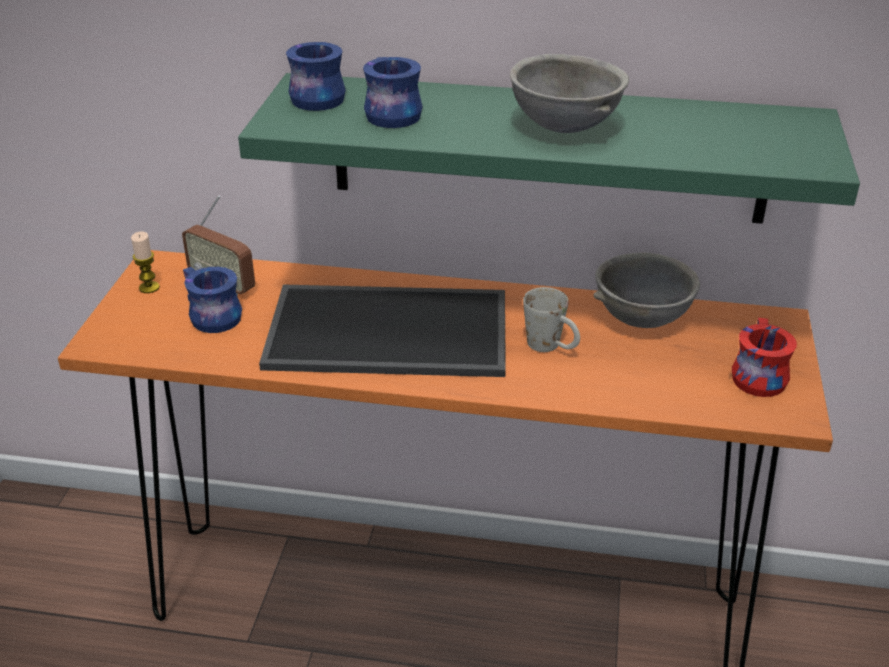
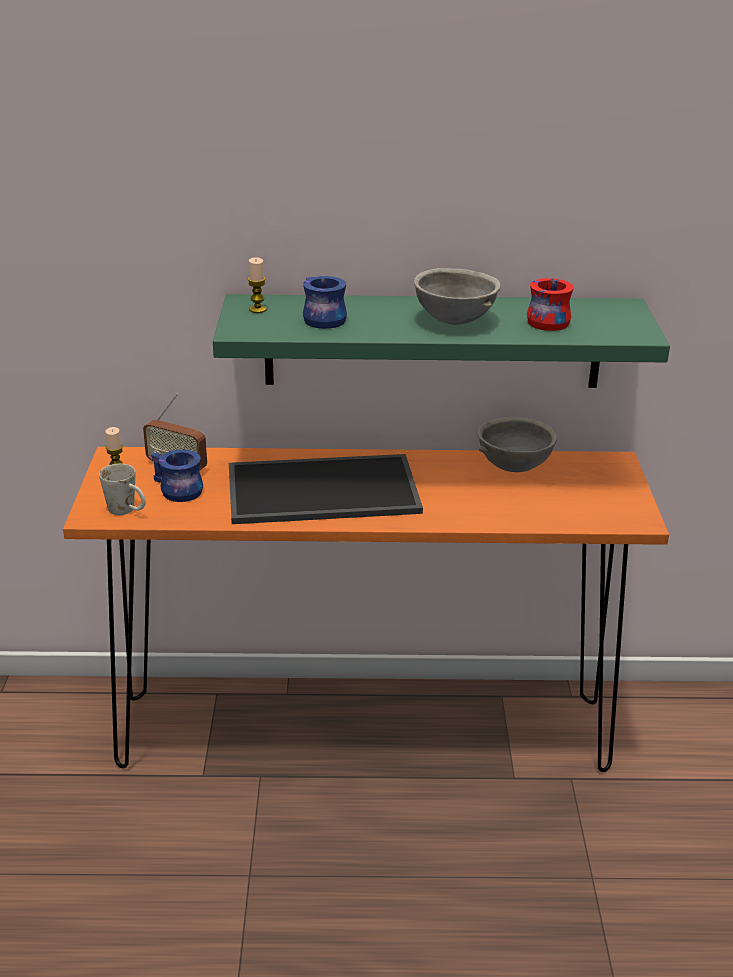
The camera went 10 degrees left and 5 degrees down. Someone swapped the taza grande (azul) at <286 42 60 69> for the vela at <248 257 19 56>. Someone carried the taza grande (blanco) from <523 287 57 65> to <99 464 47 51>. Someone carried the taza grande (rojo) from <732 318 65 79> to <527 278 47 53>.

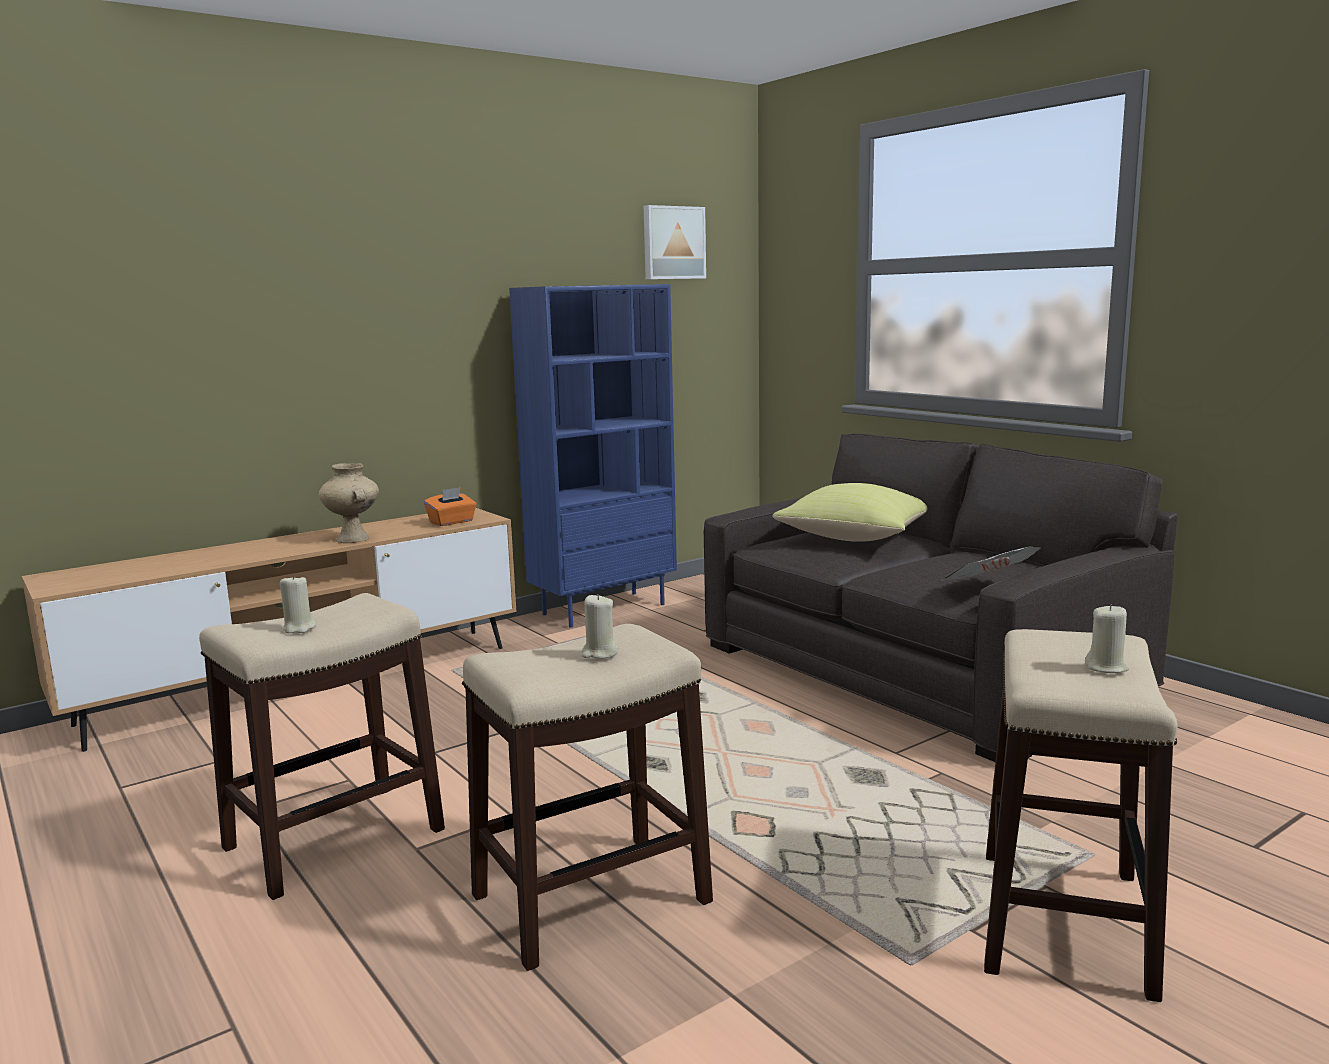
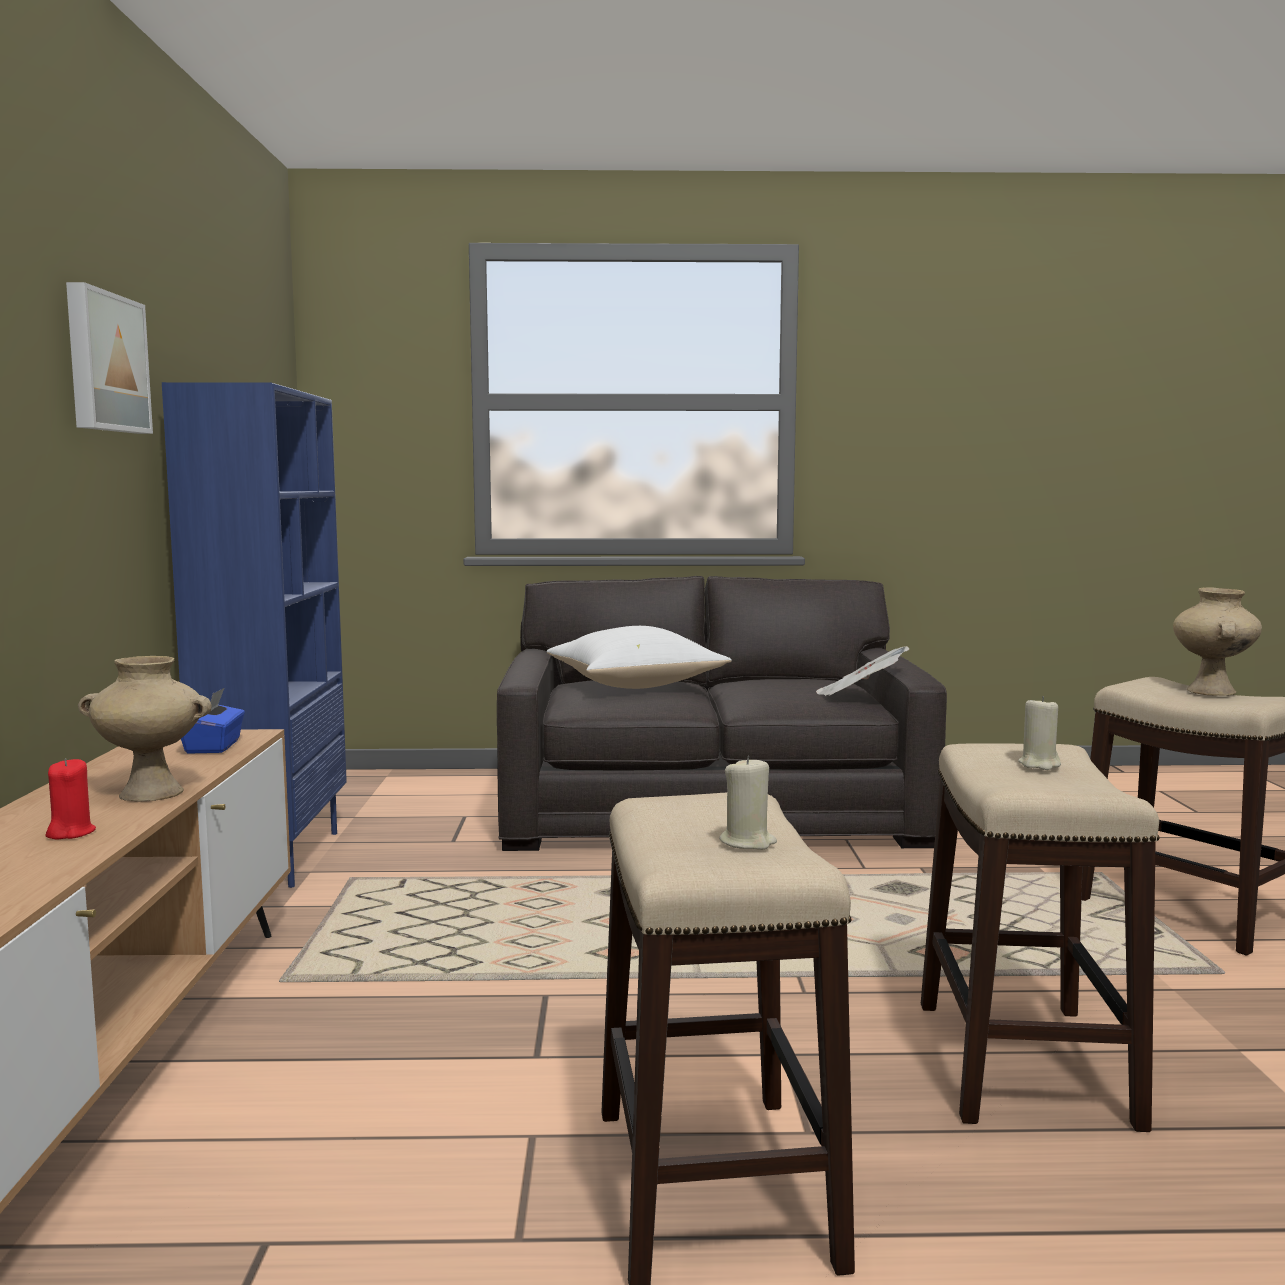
The camera went 55 degrees left and 5 degrees down. Someone carried the cuadro from <644 205 62 74> to <66 282 87 152>. Someone repainted the cojín (amarillo) at <772 483 156 59>, which became the cojín (blanco) at <547 626 184 63>. Someone repainted the caja de pañuelos (naranja) at <424 487 53 39>, which became the caja de pañuelos (azul) at <181 688 64 66>. Someone swapped the vela (beis) at <1085 604 44 69> for the florero (beis) at <1173 588 89 108>. Someone put down the vela (rojo) at <46 758 50 81>.

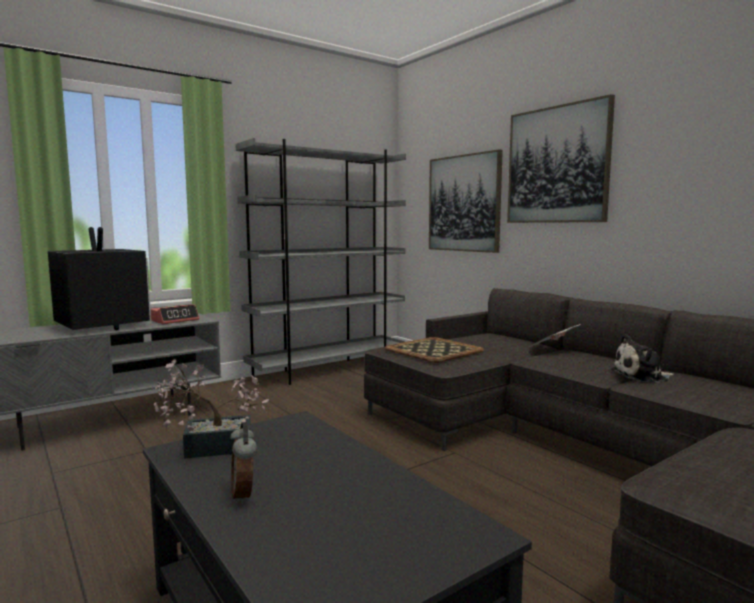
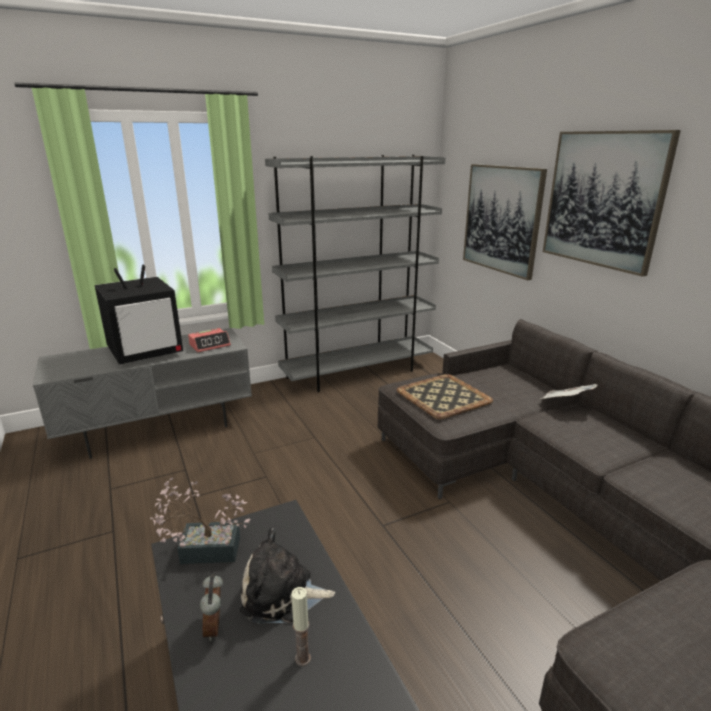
The camera went 10 degrees right and 15 degrees up. Someone rotated the televisor at <48 227 103 103> by 90 degrees clockwise. Someone carried the peluche from <611 334 63 48> to <240 528 95 95>. Someone put down the vela at <291 587 20 79>.

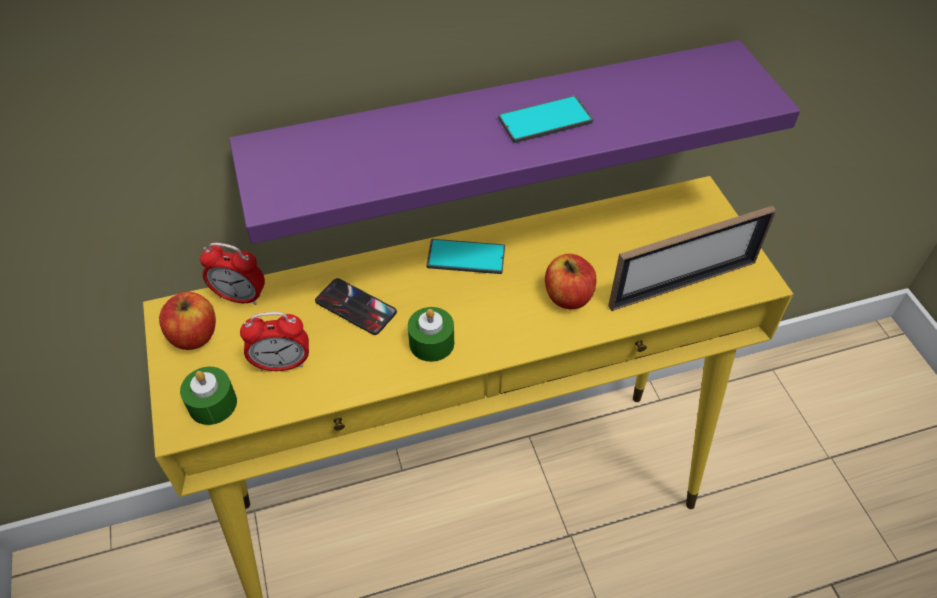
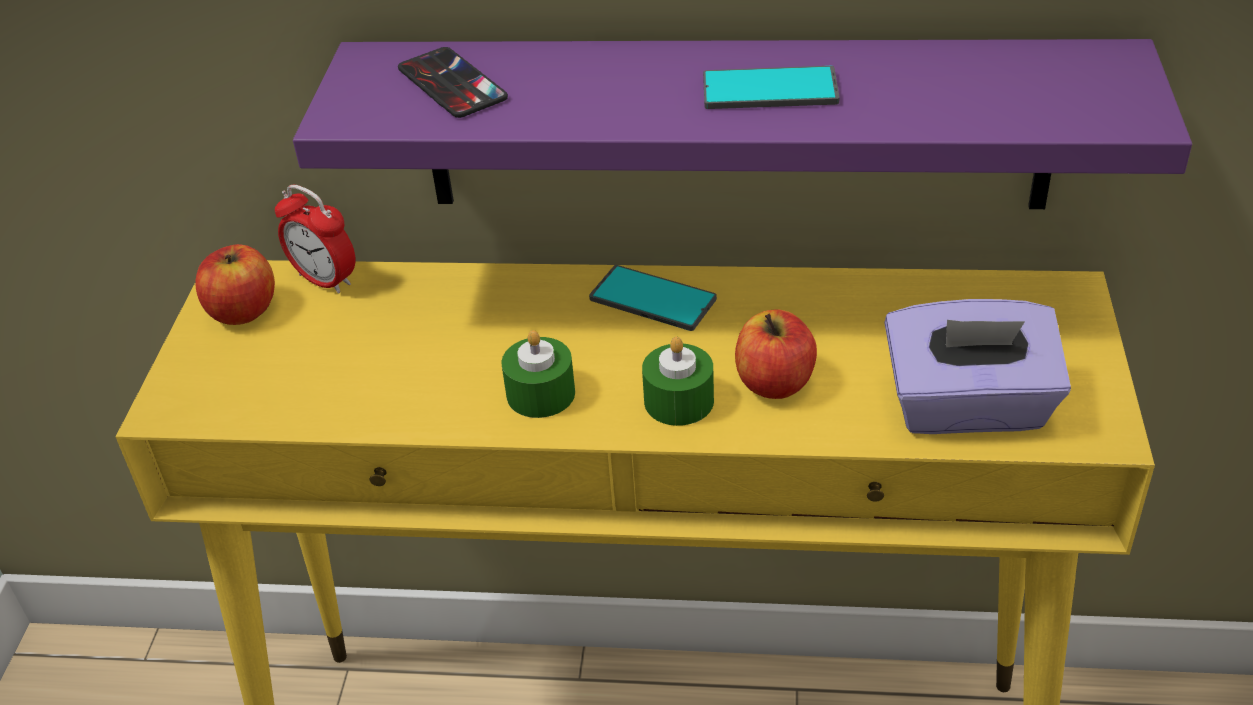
The camera went 25 degrees right and 10 degrees down. Someone swapped the portarretratos at <608 206 168 105> for the caja de pañuelos (morado) at <884 299 187 135>. Someone carried the móvil from <315 278 82 57> to <398 47 110 71>. Someone took away the despertador at <240 312 69 60>. Someone carried the vela (verde) from <180 367 57 58> to <642 337 72 89>.

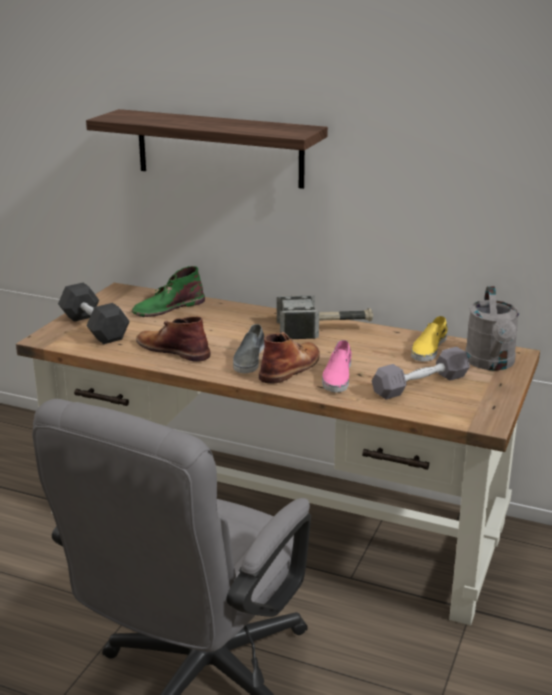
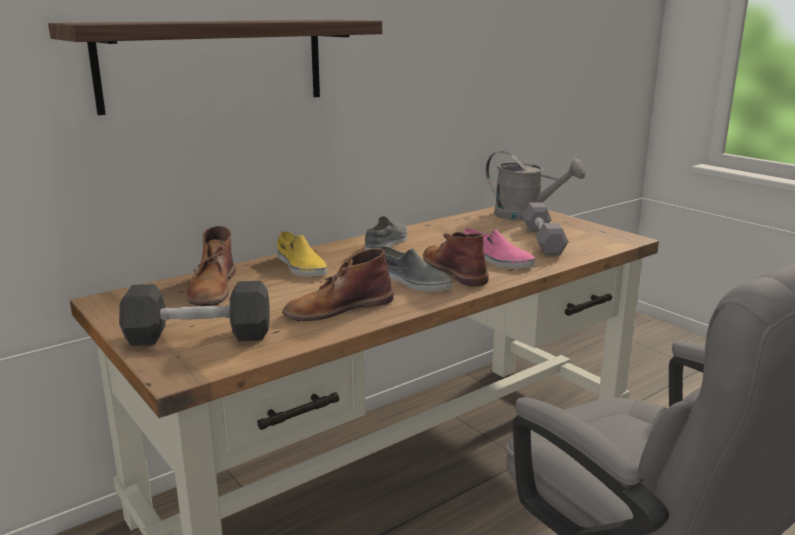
The camera went 60 degrees left and 5 degrees down. Someone repainted the bota (verde) at <132 266 73 51>, which became the bota (marrón) at <187 226 49 80>. Someone swapped the martillo at <277 295 96 44> for the zapato (gris) at <365 216 43 34>. Someone carried the zapato (amarillo) from <411 316 37 45> to <277 231 50 46>.

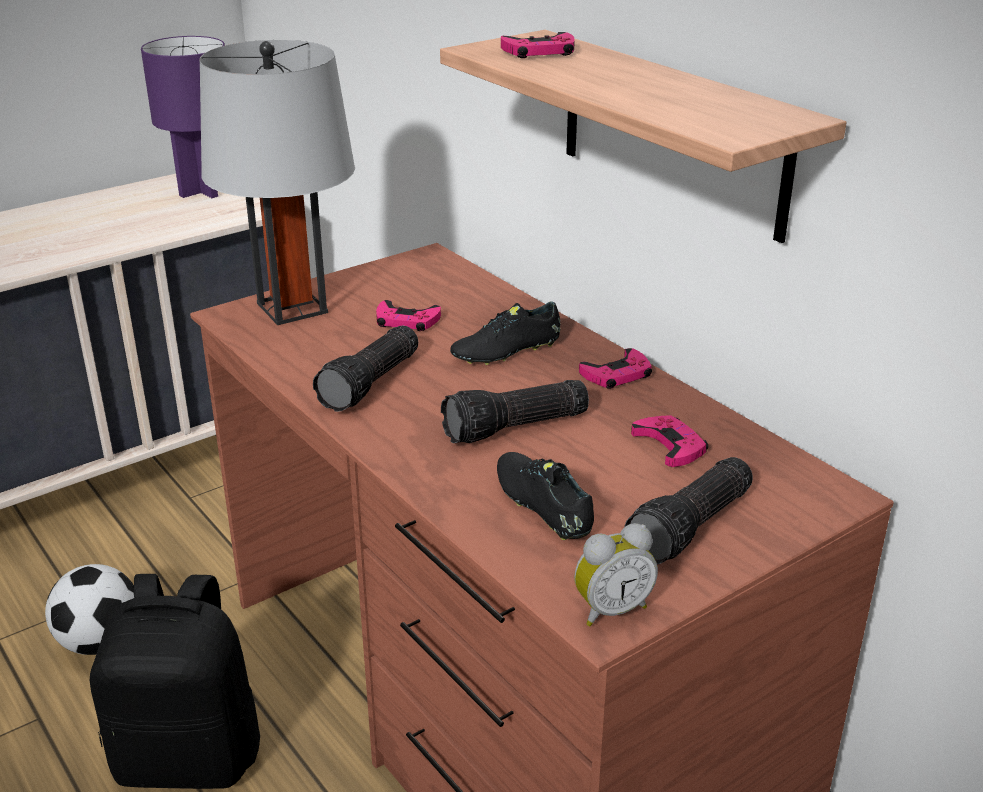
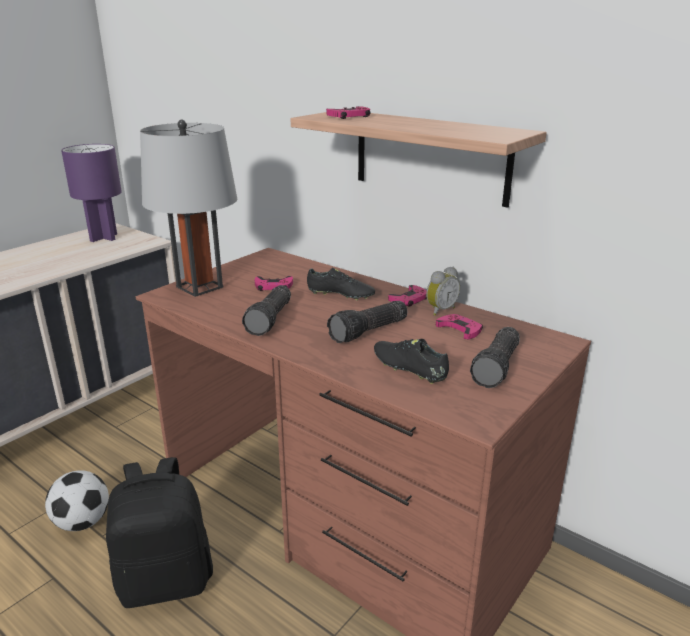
The camera went 15 degrees left and 5 degrees down. Someone rotated the zapato (negro) at <450 301 111 64> by 120 degrees counterclockwise. Someone carried the despertador from <574 523 84 103> to <426 267 34 49>.

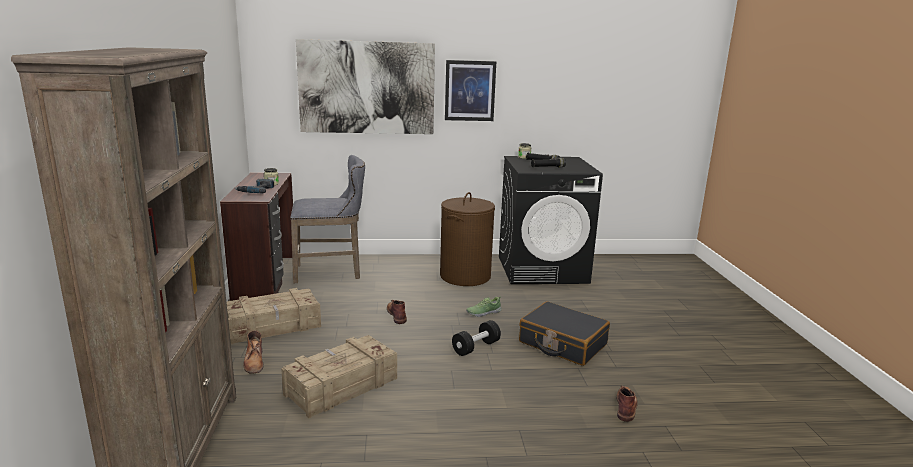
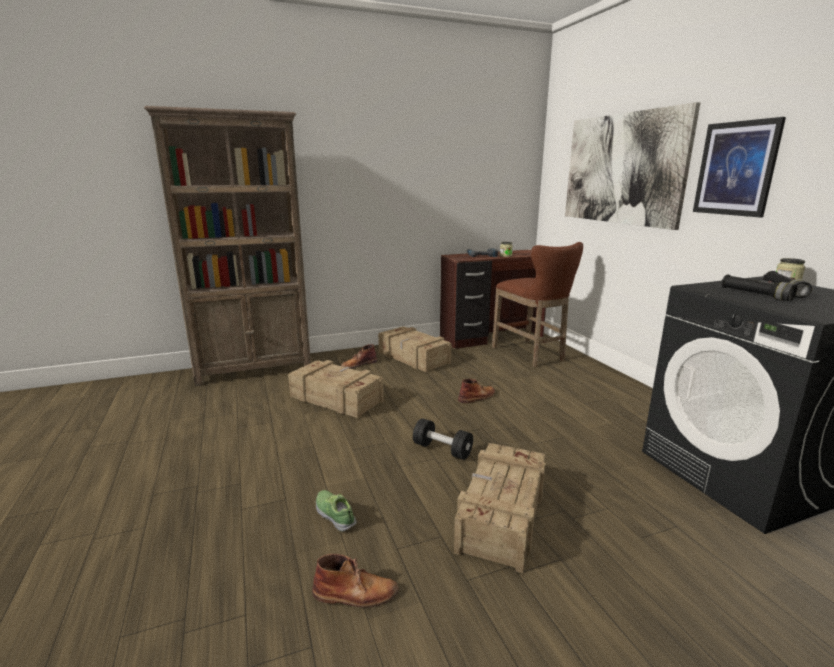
The camera went 75 degrees right and 0 degrees up. Someone repainted the taburete (gris) at <290 155 75 128>, which became the taburete (marrón) at <492 242 91 125>. Someone took away the cesto de la ropa (marrón) at <440 192 55 94>. Someone carried the zapato from <466 297 36 20> to <316 490 41 42>. Someone swapped the maleta (negro) at <519 301 91 65> for the caja de embalaje at <454 443 92 130>.

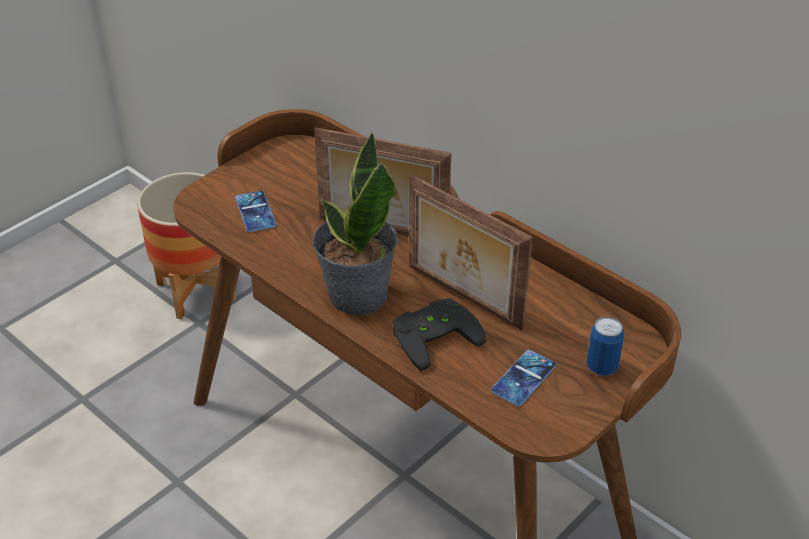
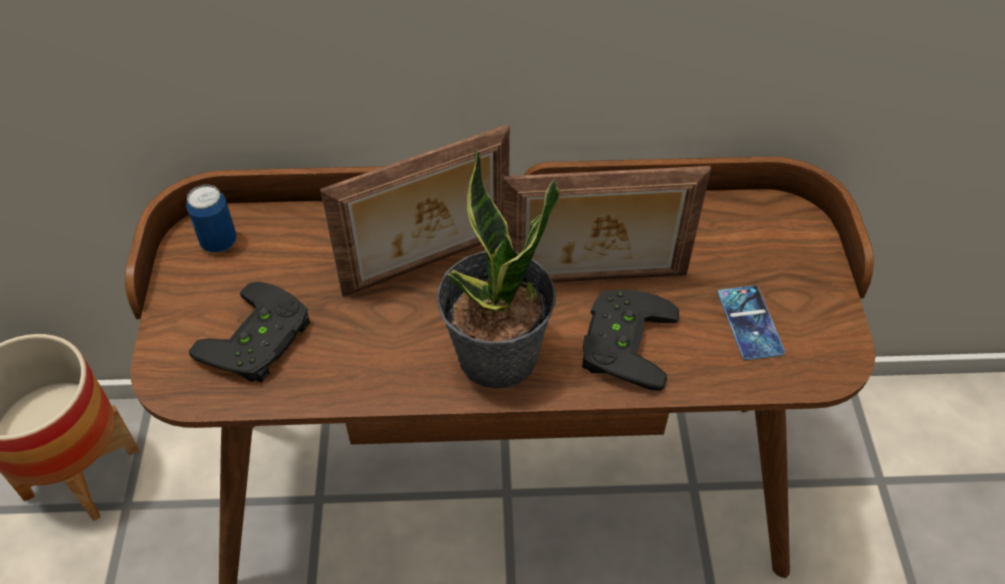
The camera went 45 degrees left and 10 degrees up. Someone swapped the móvil at <235 191 41 41> for the mando de consola (negro) at <189 282 121 101>. Someone carried the lata from <586 317 38 59> to <186 184 51 69>.

